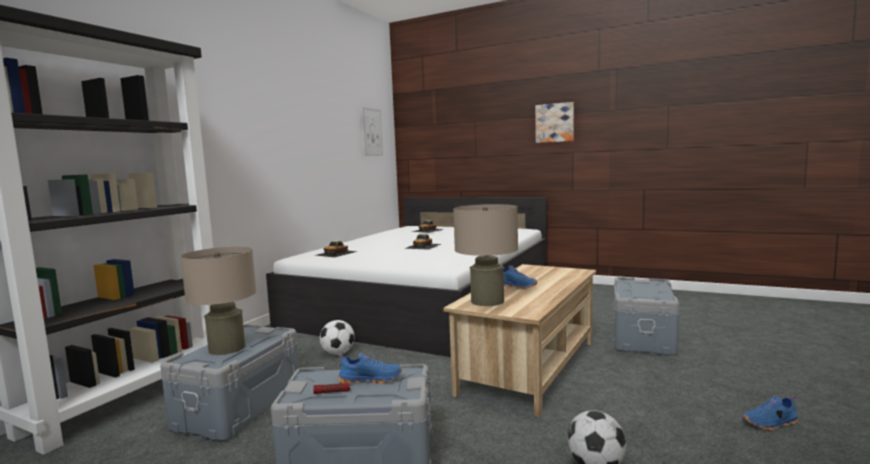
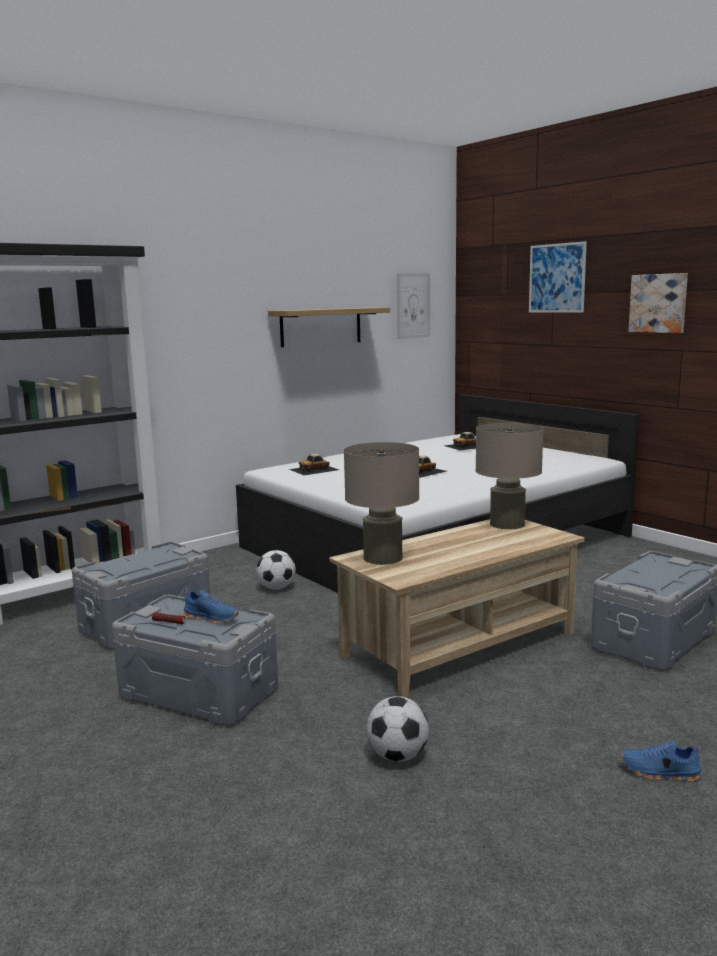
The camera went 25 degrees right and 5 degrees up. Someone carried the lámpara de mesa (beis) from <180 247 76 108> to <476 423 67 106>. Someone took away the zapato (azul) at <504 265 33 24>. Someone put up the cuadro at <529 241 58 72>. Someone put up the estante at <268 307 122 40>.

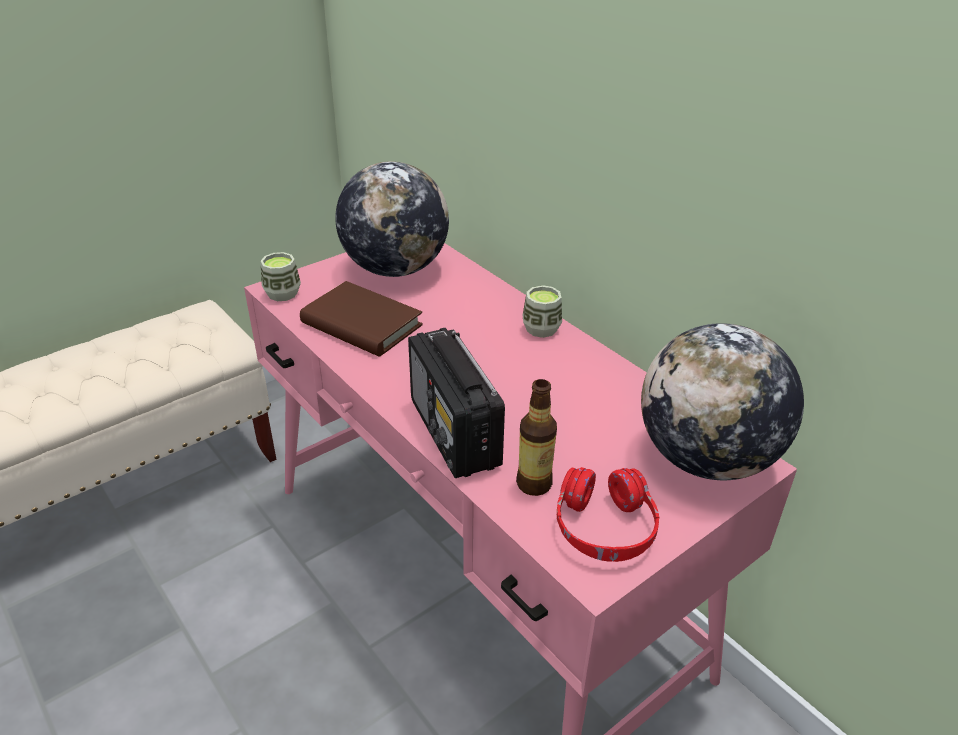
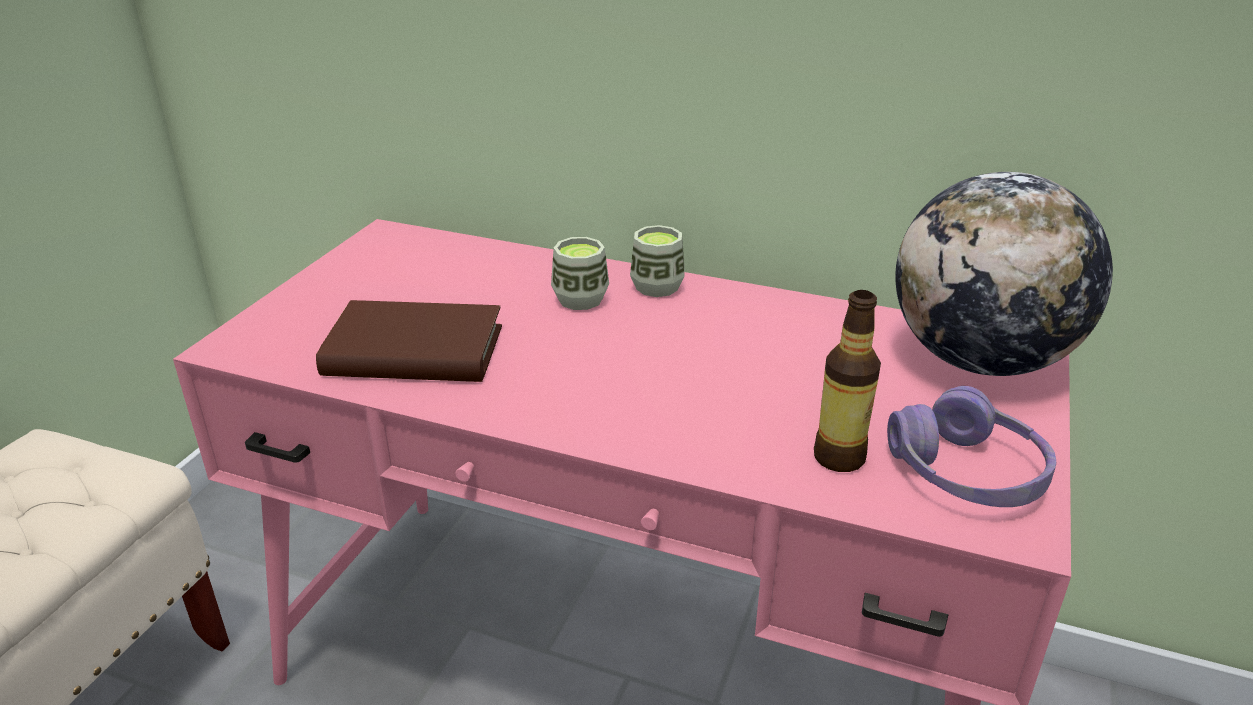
The camera went 30 degrees left and 5 degrees down. Someone took away the globo terráqueo at <335 161 114 116>. Someone carried the taza from <260 252 41 49> to <551 237 58 73>. Someone took away the radio at <408 328 97 150>. Someone repainted the auriculares (rojo) at <557 467 102 95>, which became the auriculares (morado) at <887 386 169 121>.

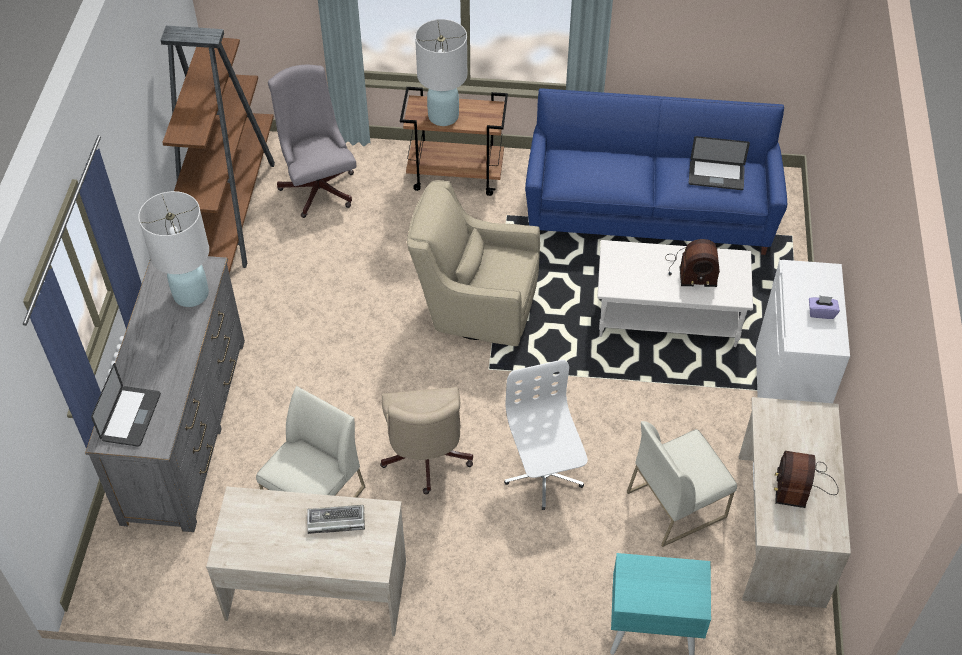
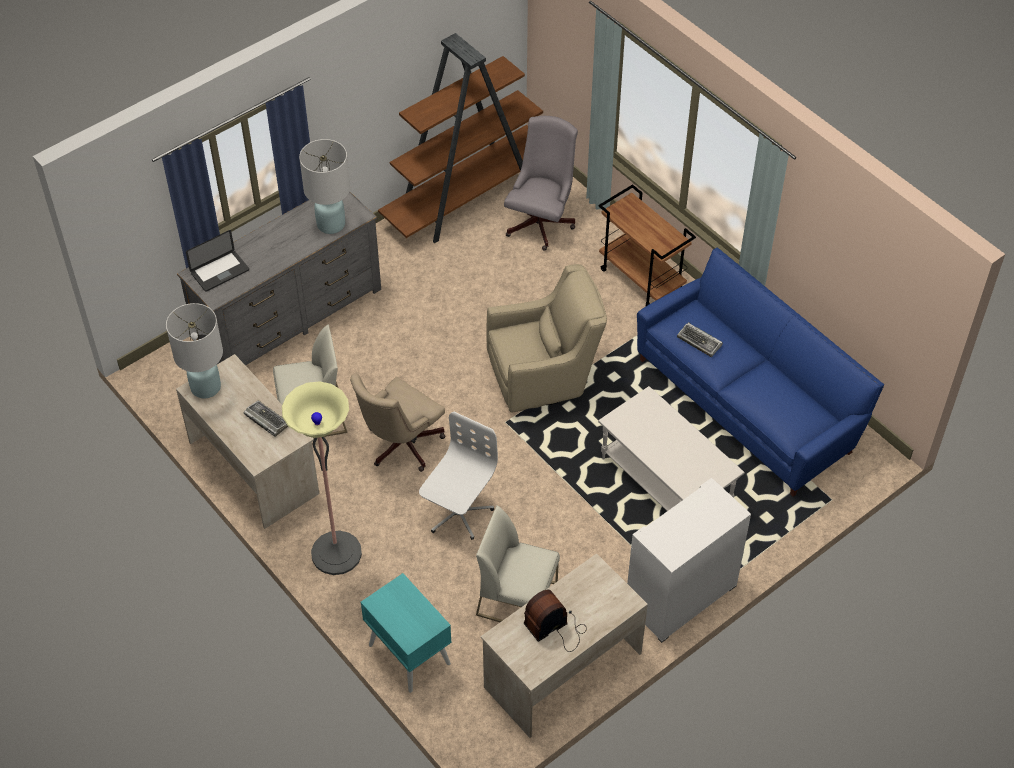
The camera went 45 degrees right and 0 degrees up. Someone carried the lámpara de mesa (blanco) from <415 19 53 107> to <166 303 57 95>. Someone took away the portátil at <689 136 61 54>. Someone rotated the sillón (beis) at <407 180 133 166> by 105 degrees clockwise. Someone took away the radio at <665 239 55 48>. Someone took away the caja de pañuelos (morado) at <809 296 31 23>. Someone put down the teclado at <677 322 46 35>. Someone put down the lámpara de pie at <282 381 80 194>.

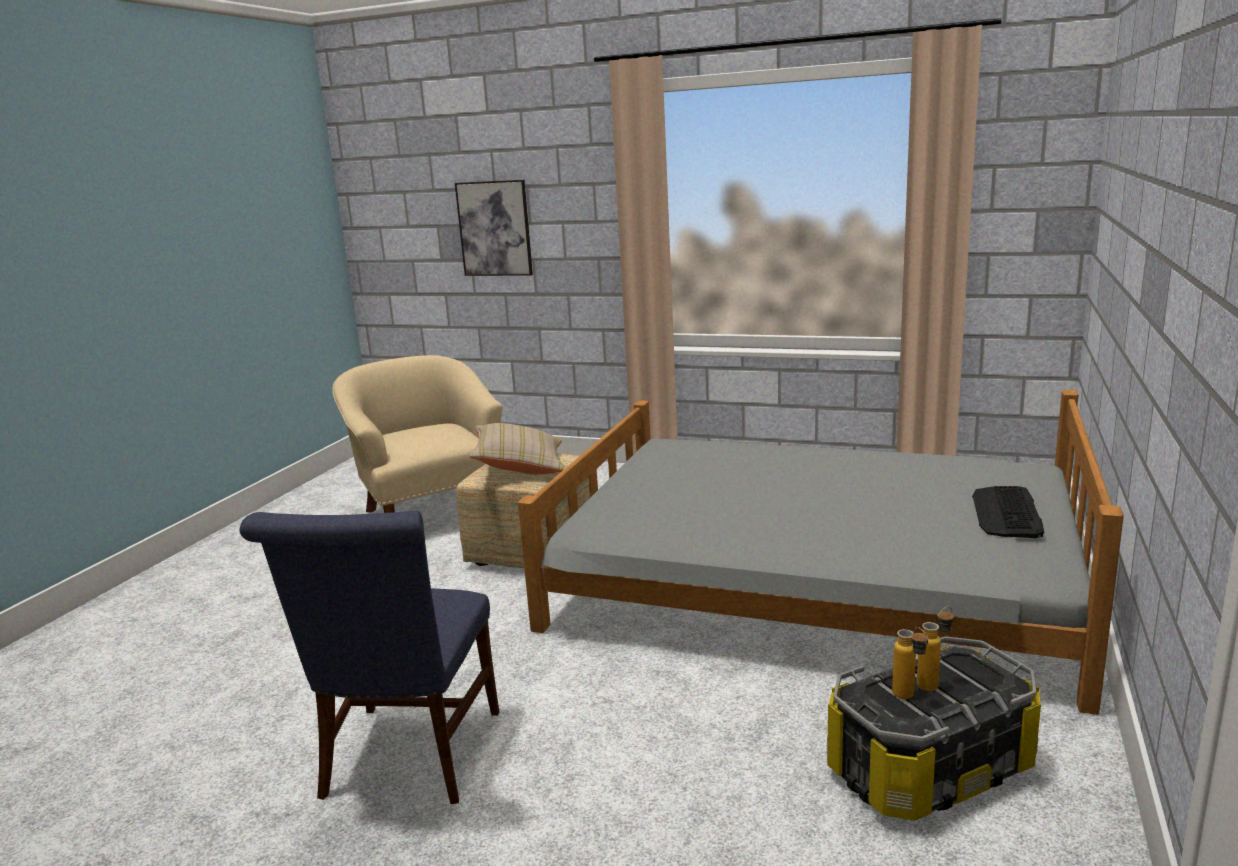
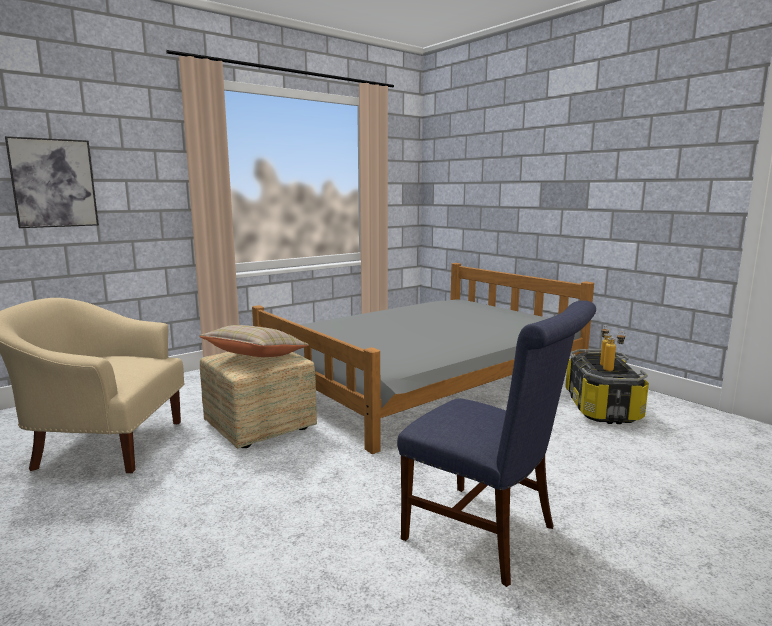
The camera went 60 degrees left and 5 degrees down. Someone took away the teclado at <972 486 72 52>.

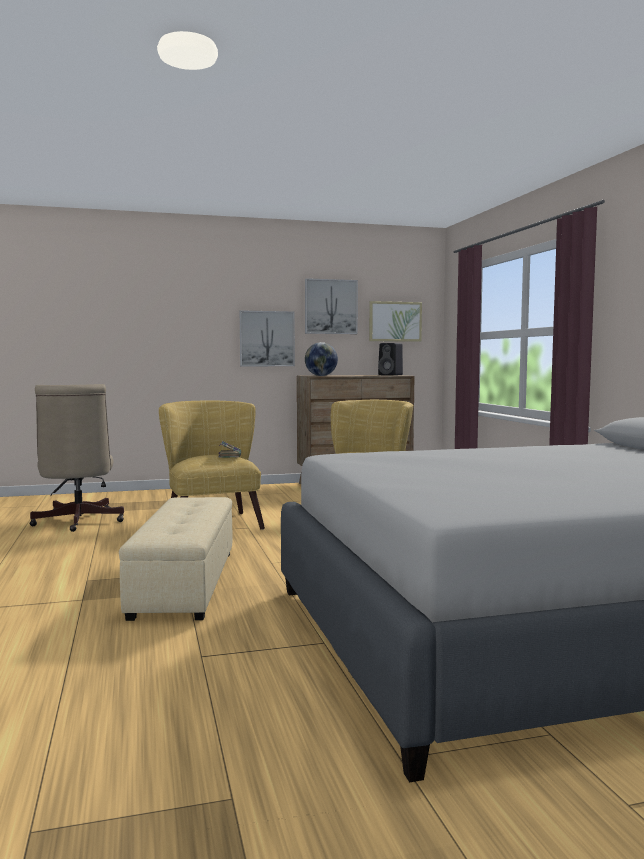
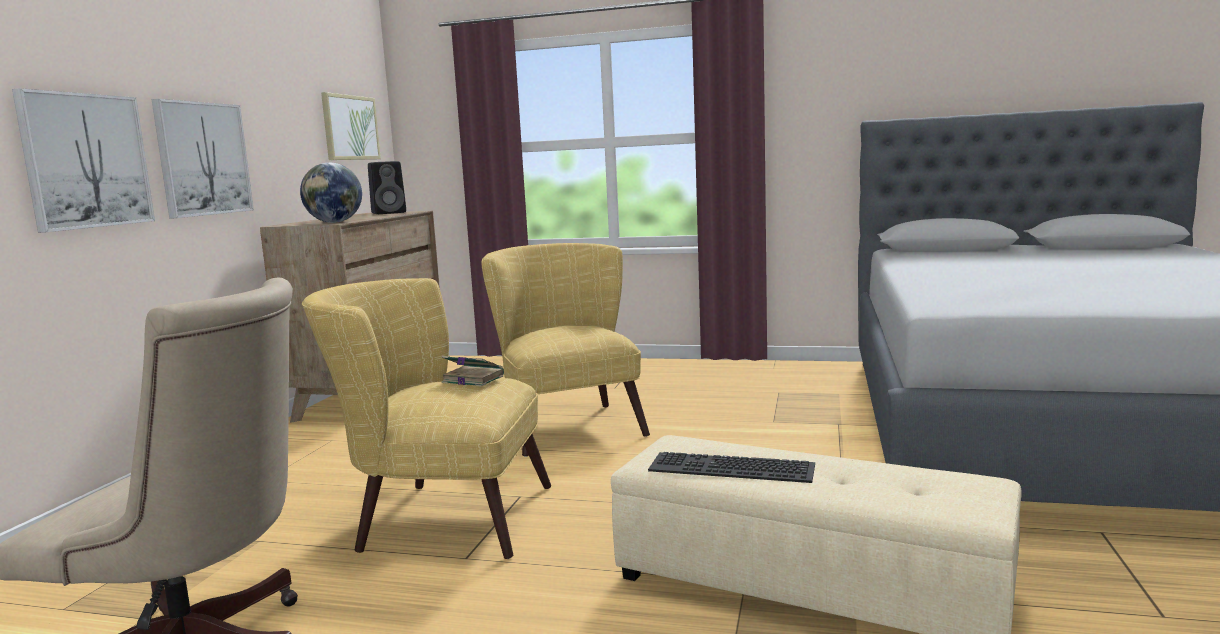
The camera went 60 degrees left and 5 degrees up. Someone carried the cuadro from <305 278 53 56> to <12 88 143 145>. Someone put down the teclado at <648 452 167 31>.

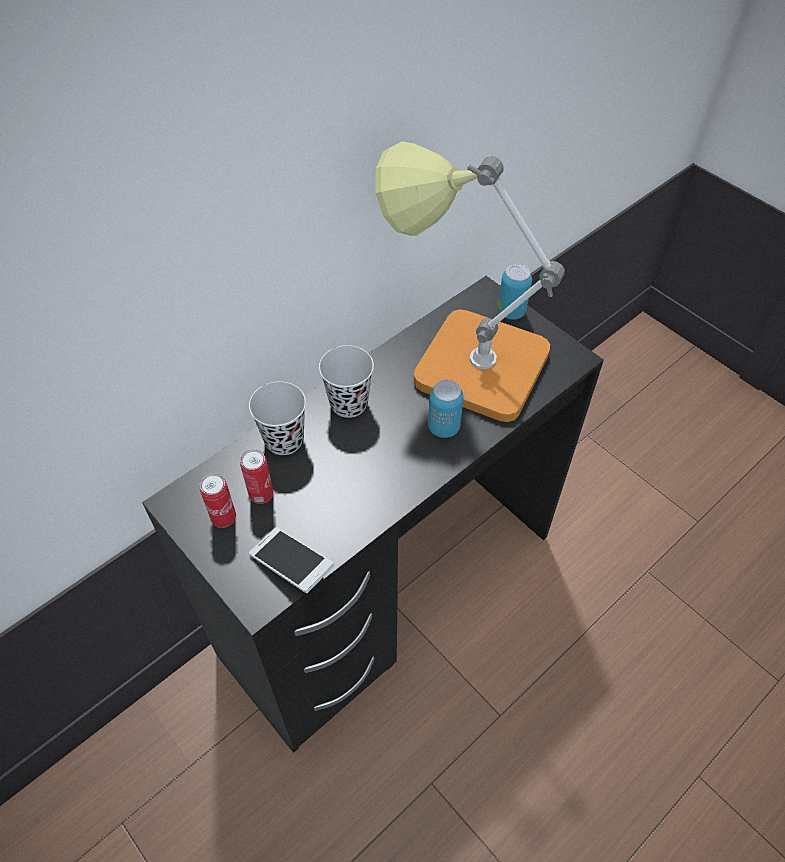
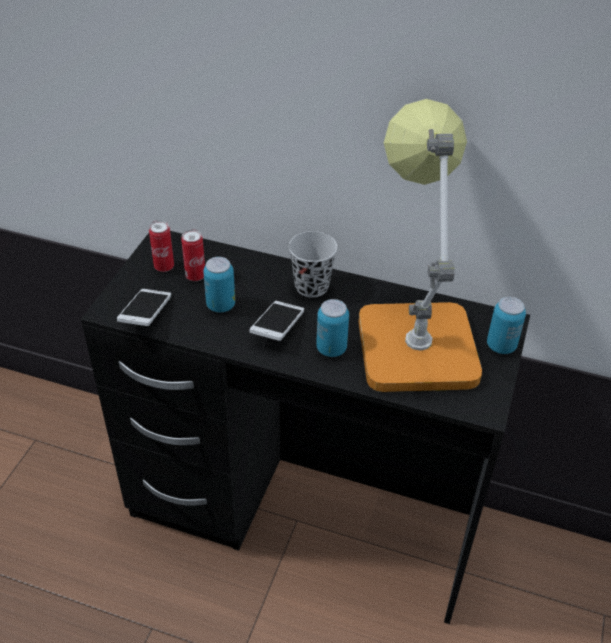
The camera went 60 degrees right and 10 degrees down. Someone took away the taza (negro) at <249 381 57 74>. Someone put down the lata at <203 257 32 56>. Someone put down the móvil at <250 301 54 40>.

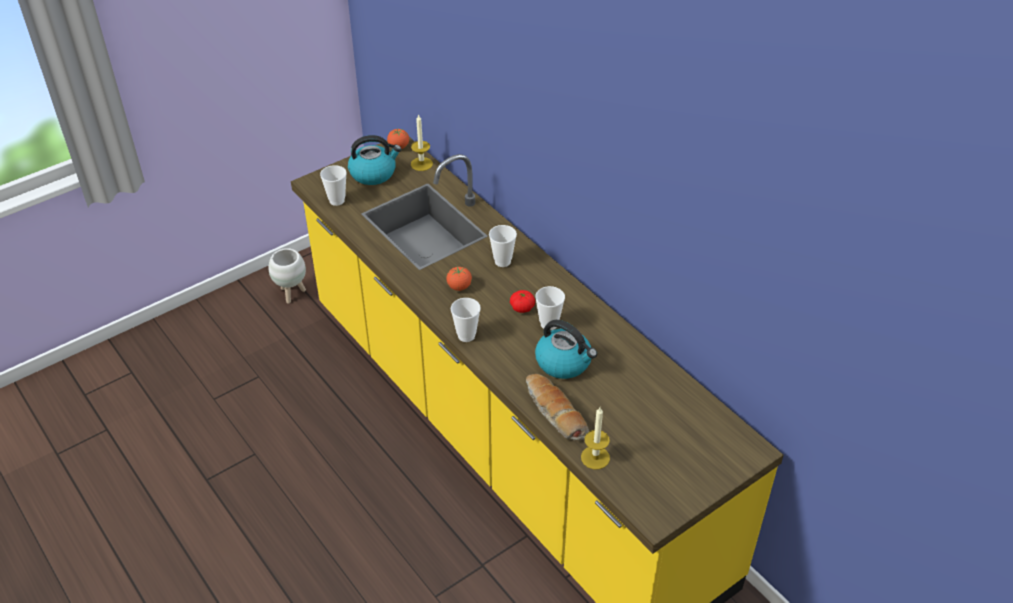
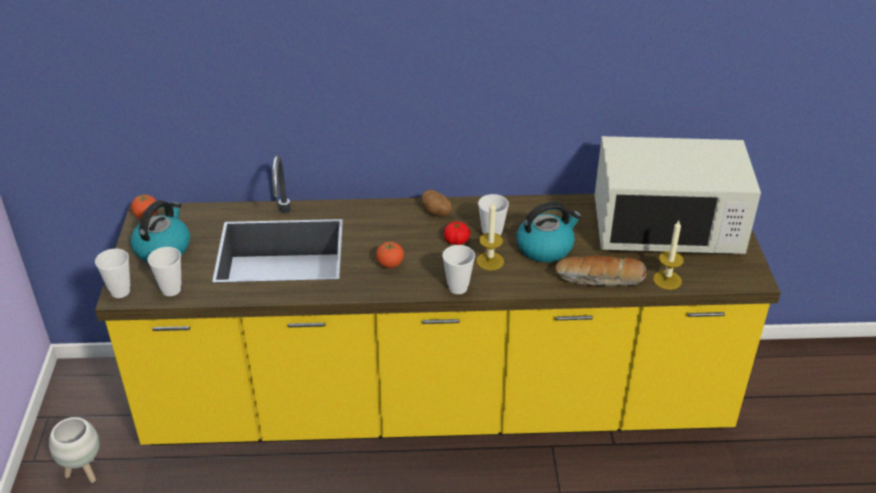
The camera went 55 degrees left and 5 degrees down. Someone carried the vela from <411 114 22 57> to <476 202 28 68>. Someone carried the taza from <489 225 28 42> to <95 249 35 49>. Someone put down the microondas (blanco) at <595 136 166 119>. Someone put down the patata at <422 190 30 26>.

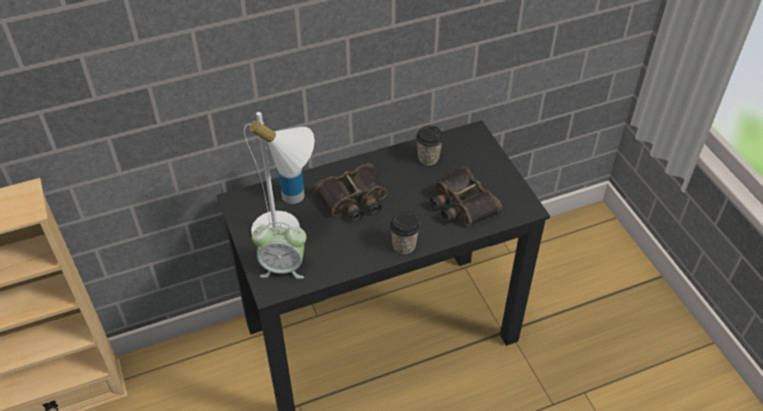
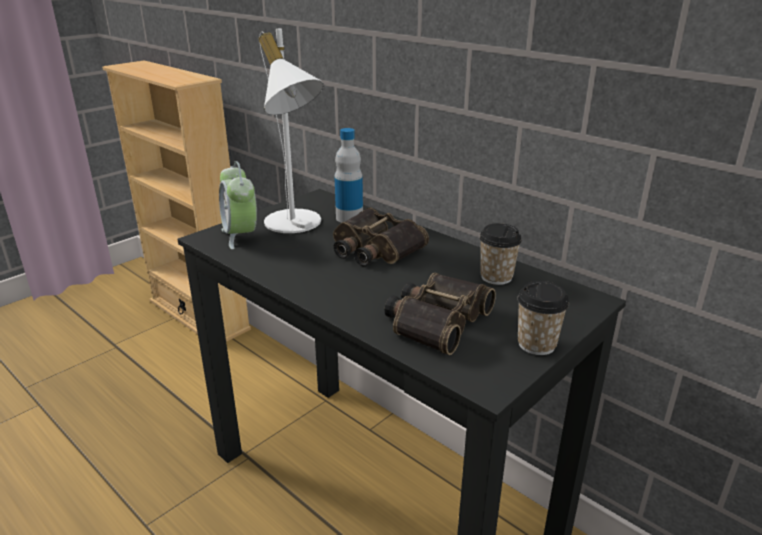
The camera went 65 degrees right and 20 degrees down. Someone carried the taza from <390 212 30 42> to <517 281 52 74>.

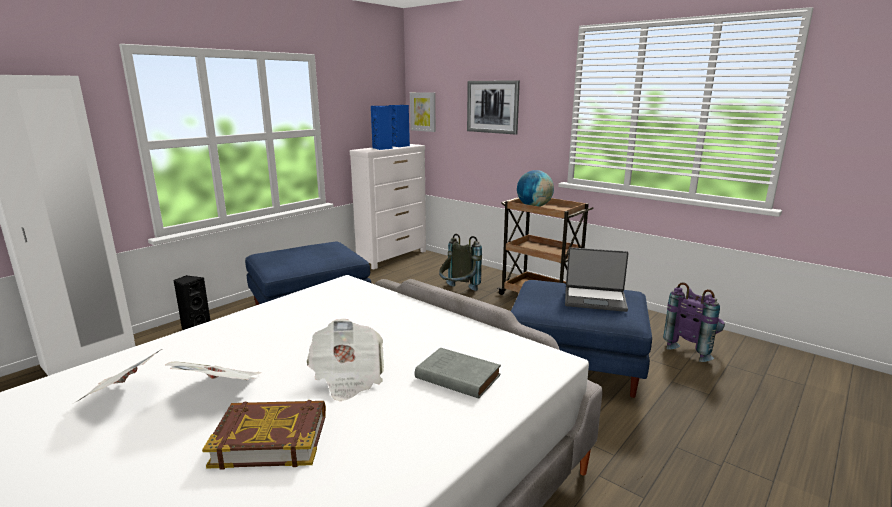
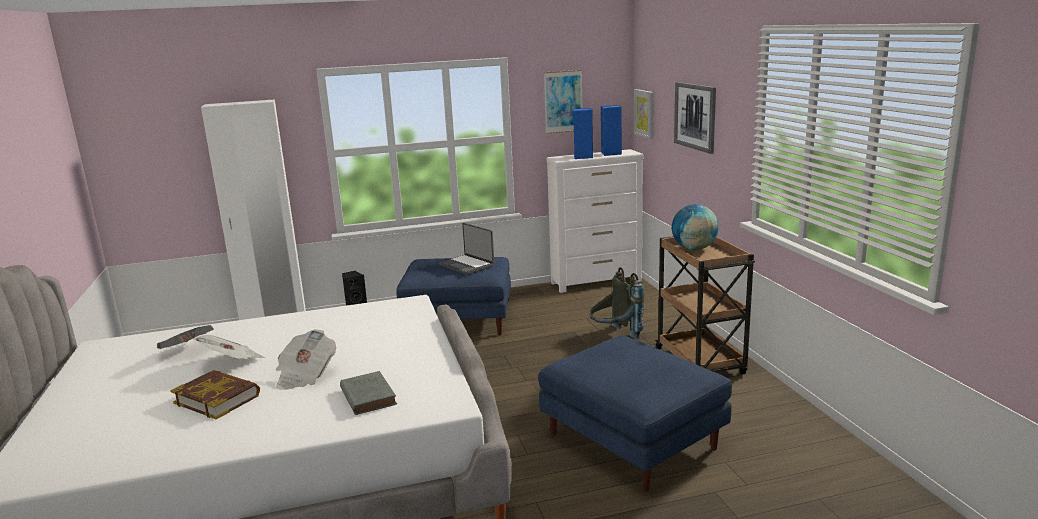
The camera went 35 degrees right and 0 degrees up. Someone carried the portátil from <565 247 64 65> to <439 223 55 52>. Someone took away the mochila (morado) at <663 282 62 80>. Someone put up the cuadro at <544 70 38 64>.

